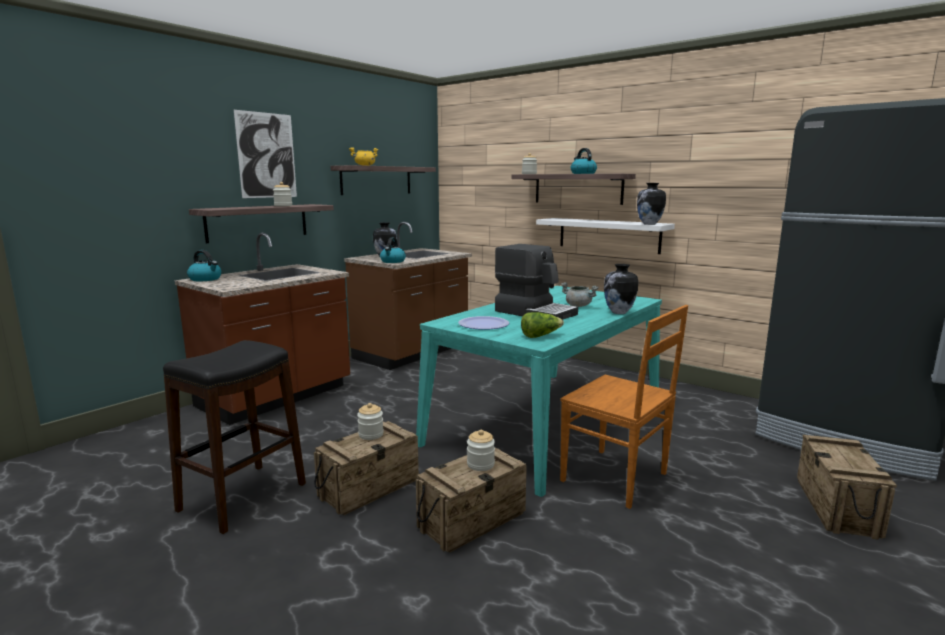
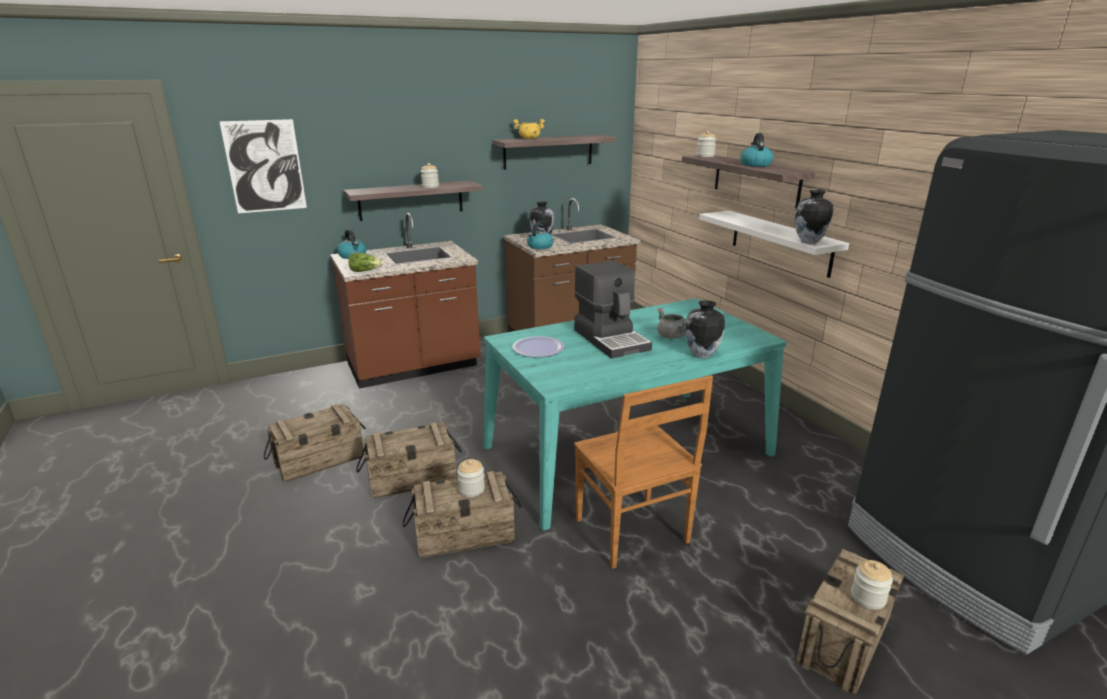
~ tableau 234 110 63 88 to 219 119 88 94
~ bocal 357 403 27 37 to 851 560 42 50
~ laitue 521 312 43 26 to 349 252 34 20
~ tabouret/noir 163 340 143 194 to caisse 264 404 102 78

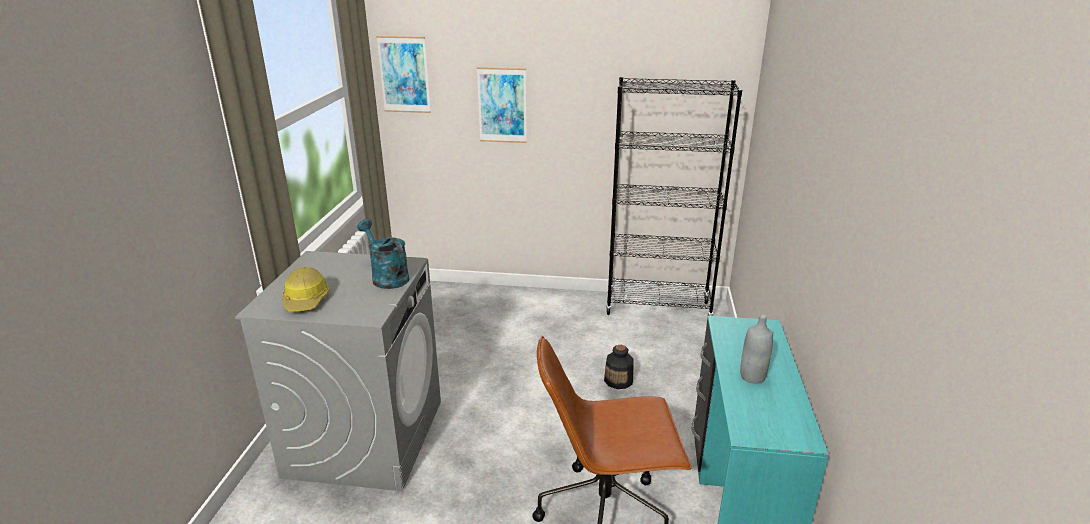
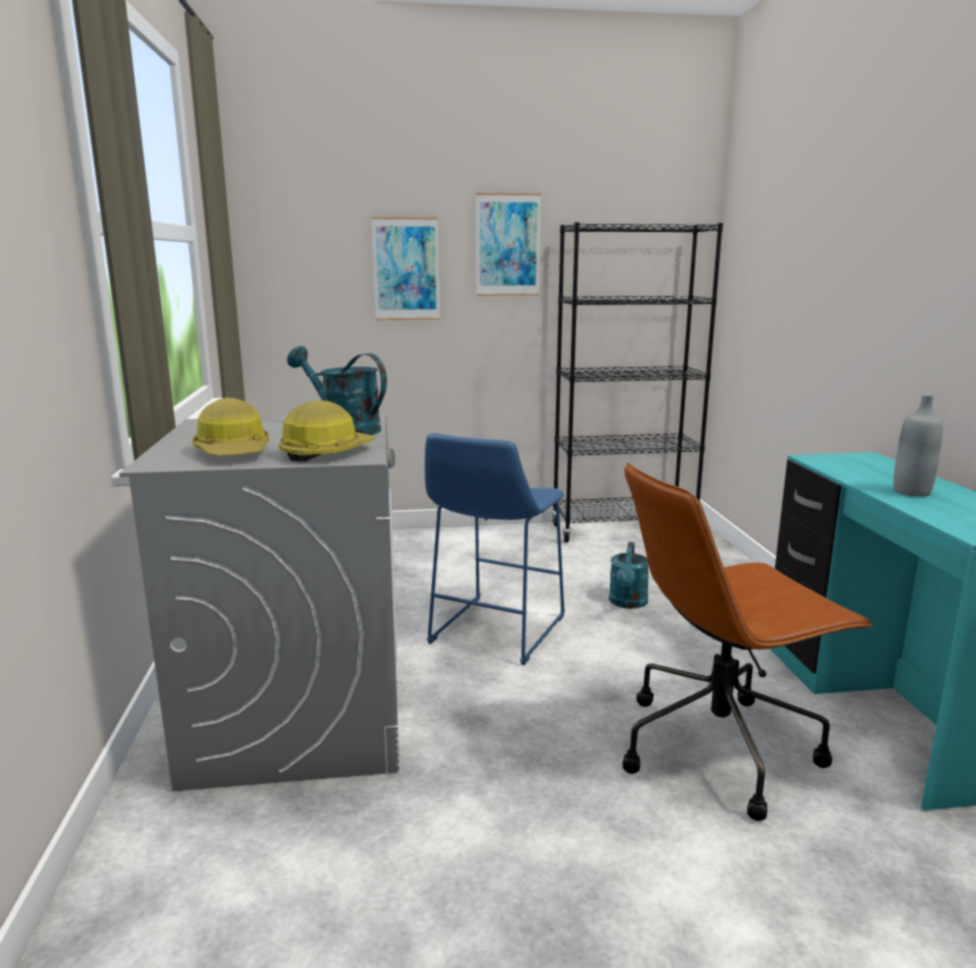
+ casque de chantier 279 400 96 62
+ tabouret/bleu 425 433 140 232
~ tableau 376 36 55 77 to 476 193 65 103
~ bouteille 604 345 29 44 to arrosoir/turquoise 609 542 40 67

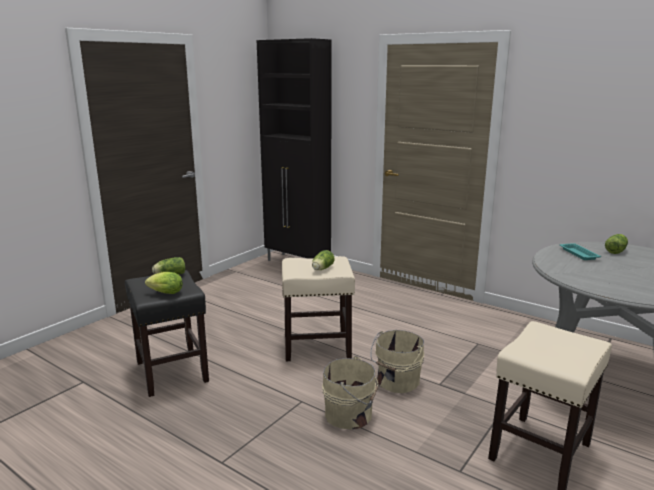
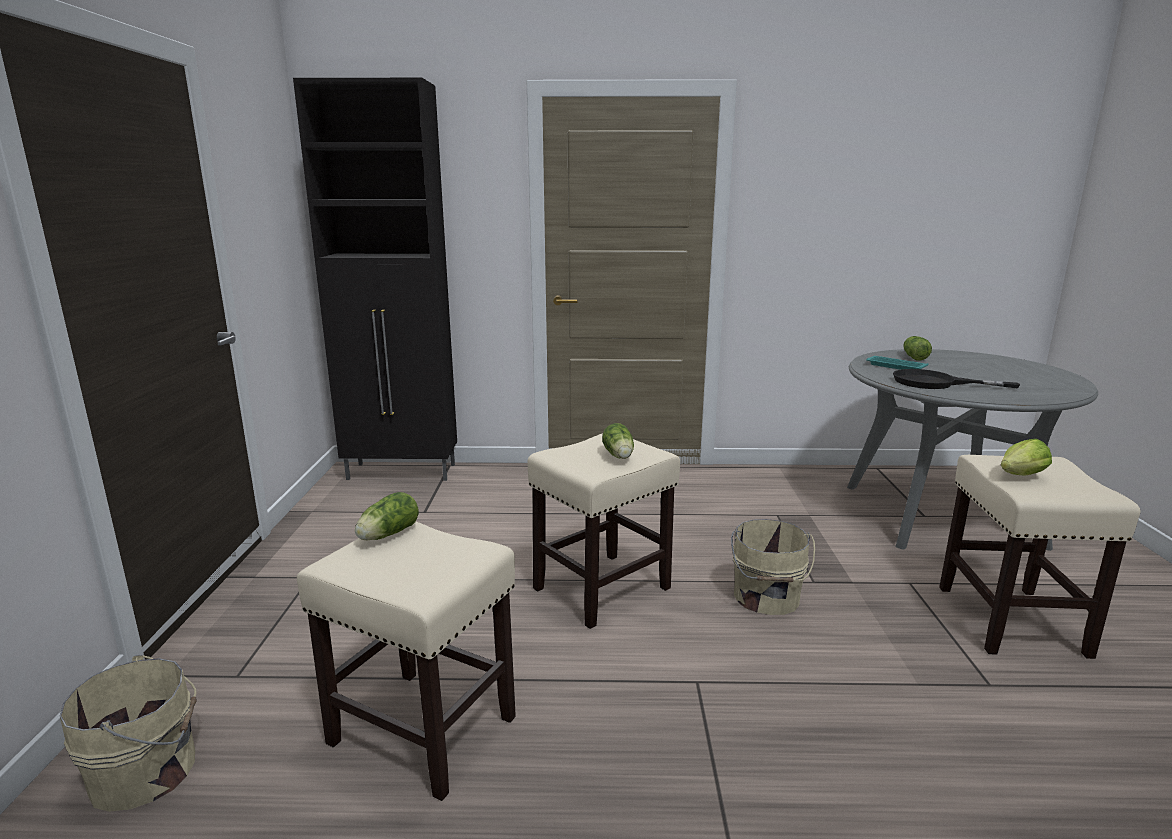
+ poêle/noir 893 369 127 20
~ laitue 145 272 38 22 to 1001 439 51 37
~ seau/beige 322 356 56 73 to 60 655 137 157
~ tabouret/noir 125 270 84 127 to tabouret/beige 297 522 219 279

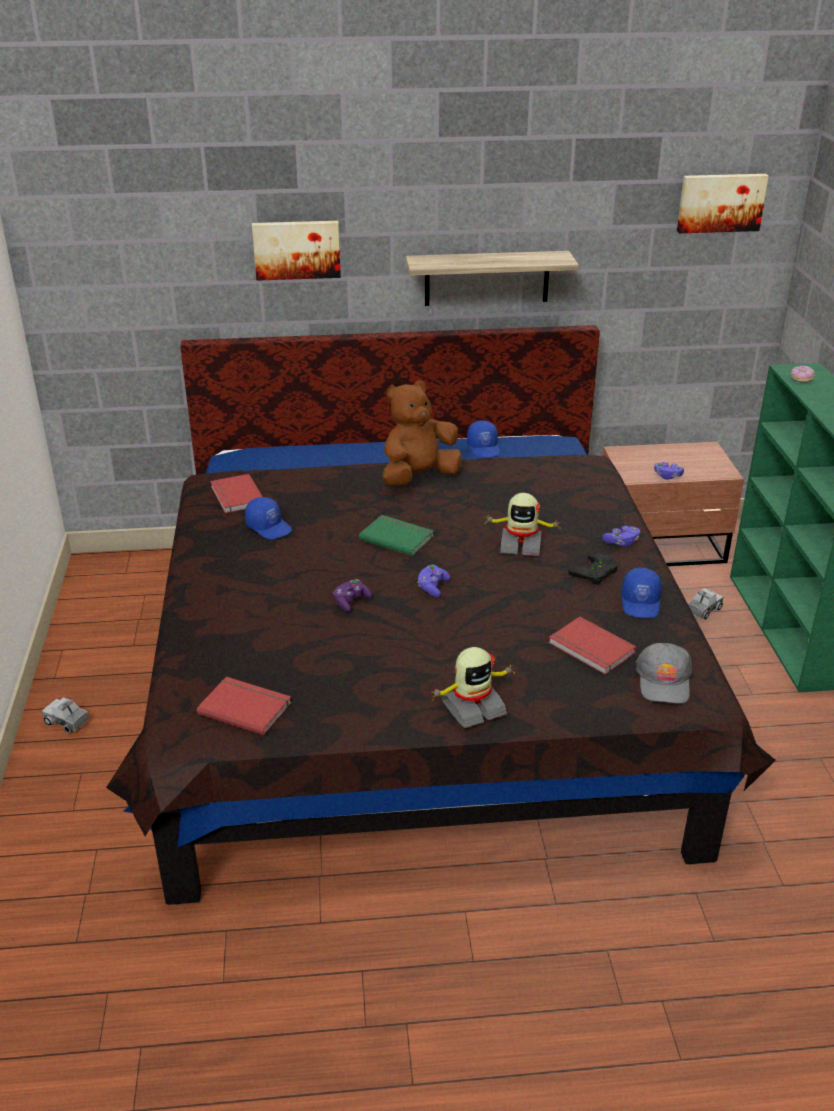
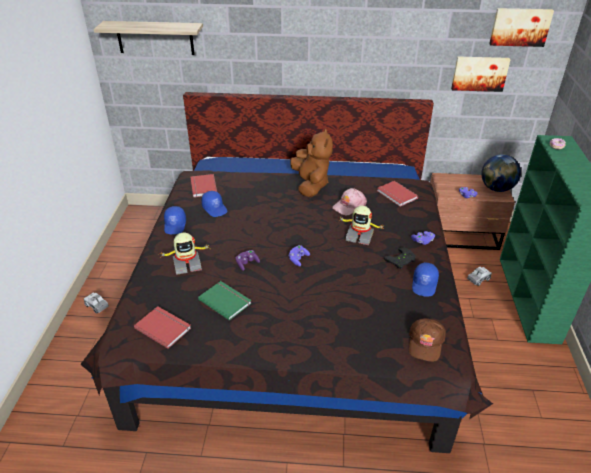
+ casquette/rose 332 188 35 27
+ globe 481 154 40 38
~ tableau 252 221 89 60 to 451 56 60 36
~ livre/vert 359 515 75 41 to 198 281 53 40
~ étagère 406 251 173 55 to 93 21 110 34
~ robot jouet 429 647 86 81 to 161 232 49 43
~ casquette/bleu 467 420 33 37 to 164 206 22 28
~ livre/rouge 548 617 89 57 to 377 181 41 25
~ casquette/gris 636 643 56 61 to casquette/marron 409 318 37 44
~ peluche/marron 382 380 80 106 = 290 129 43 68 105 degrees clockwise

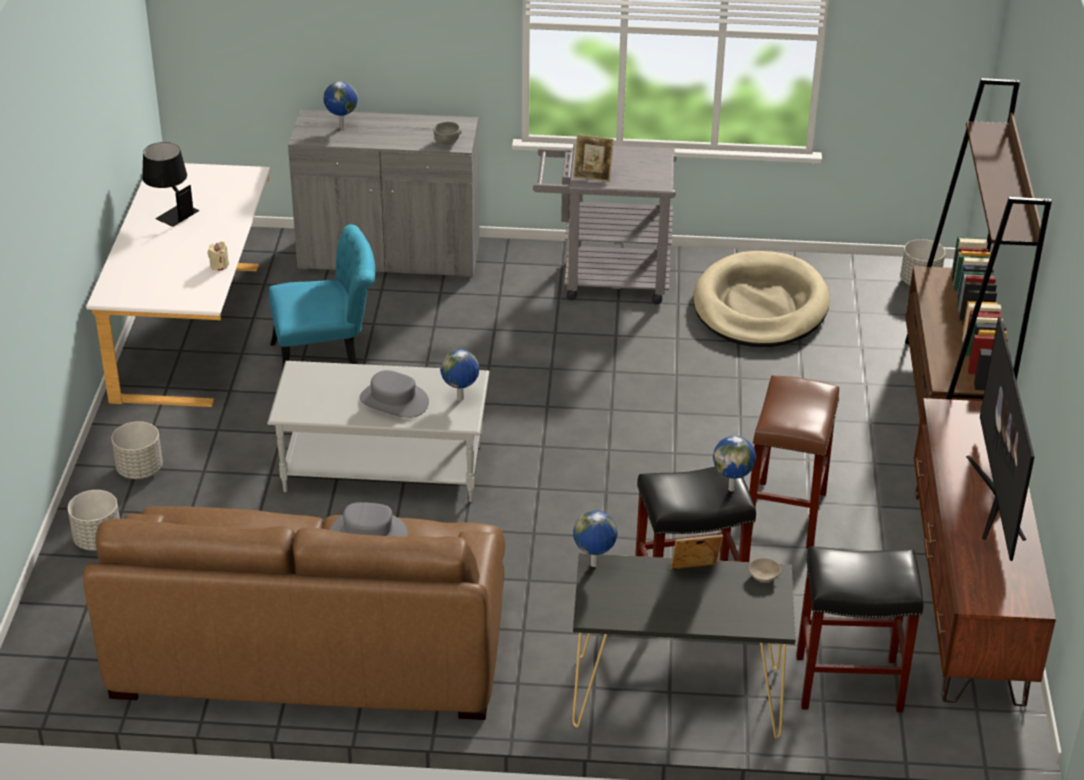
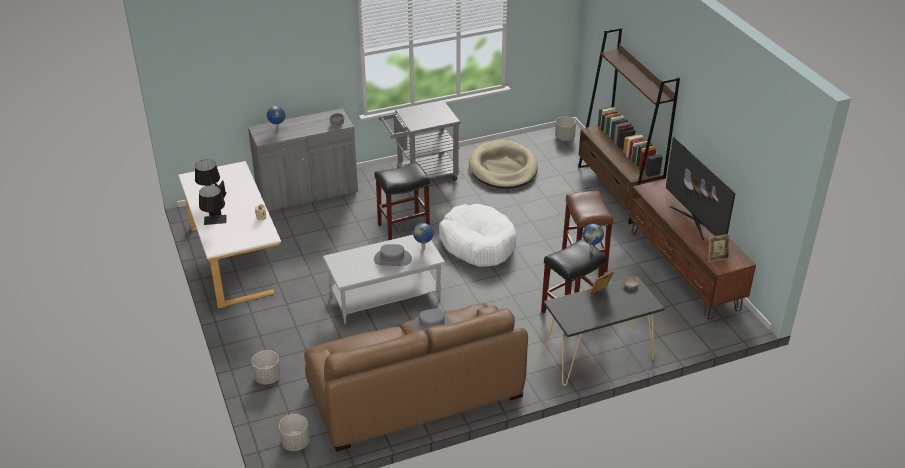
- chaise/turquoise 269 224 106 147
- globe 573 510 44 57
+ lampe de table/noir 199 185 28 40
+ panier pour chien/blanc 439 204 78 63
~ cache-pot/gris 111 421 52 58 to 279 414 31 37
~ cadre photo 573 134 41 48 to 708 234 22 28
~ tabouret/noir 796 546 128 166 to 375 162 55 78

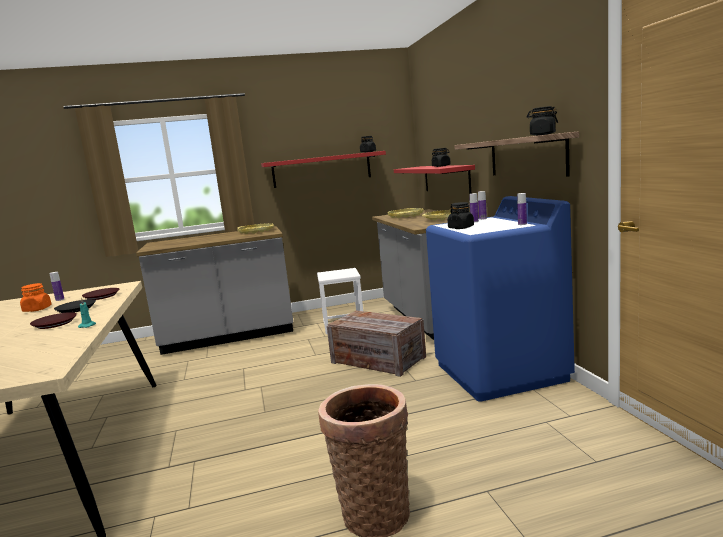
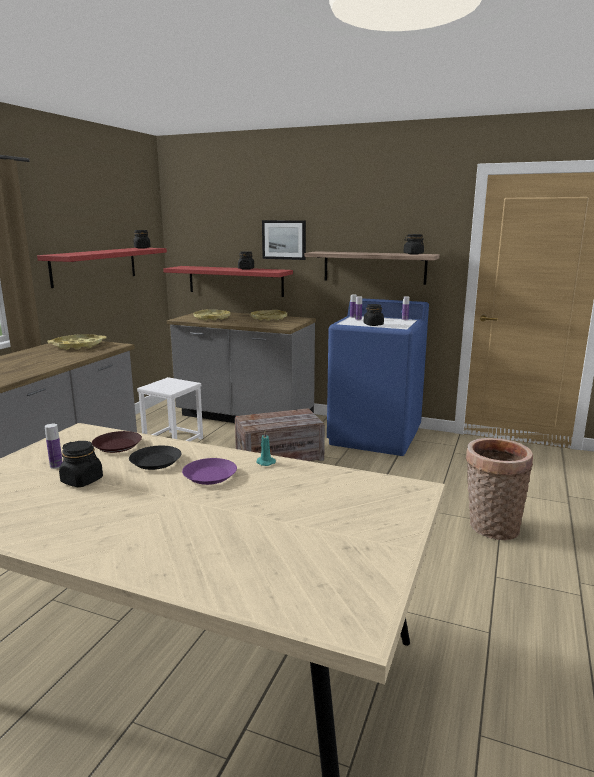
+ tableau 262 220 44 40
~ bocal/orange 20 283 31 29 to bocal/noir 59 441 44 46
~ assiette/marron 30 312 47 17 to assiette/violet 182 458 55 27

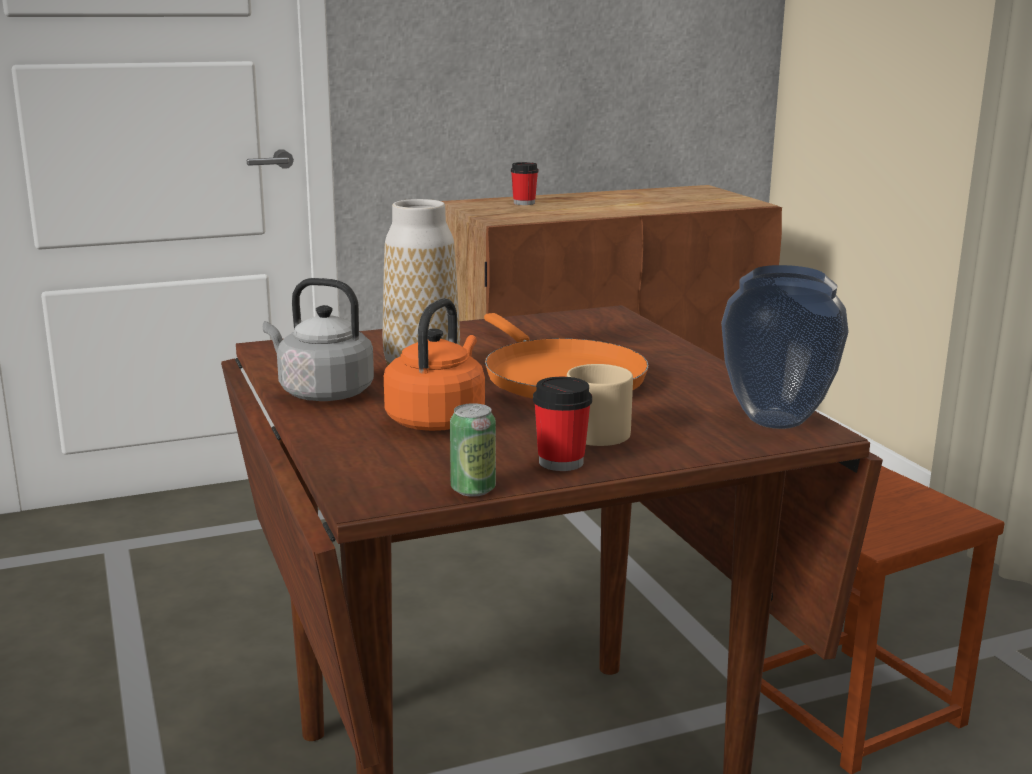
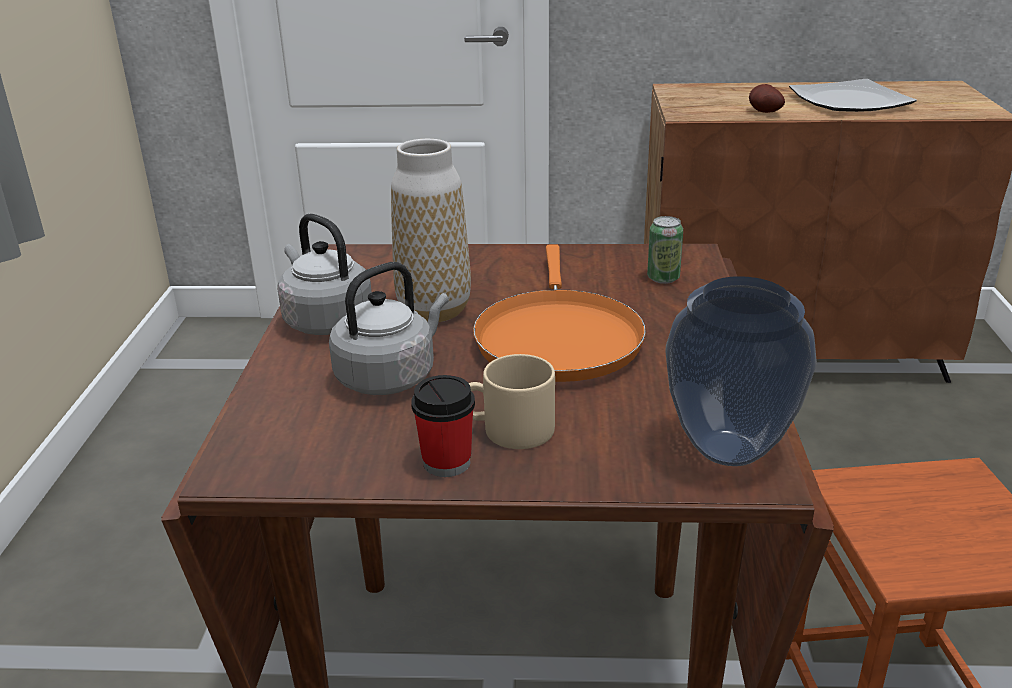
- tasse 511 162 28 43
+ pomme de terre 749 84 36 29
+ assiette 789 79 128 33
~ boîte métallique 450 403 46 94 to 647 216 36 68
~ bouilloire/orange 384 298 101 133 to bouilloire/gris 329 262 120 133

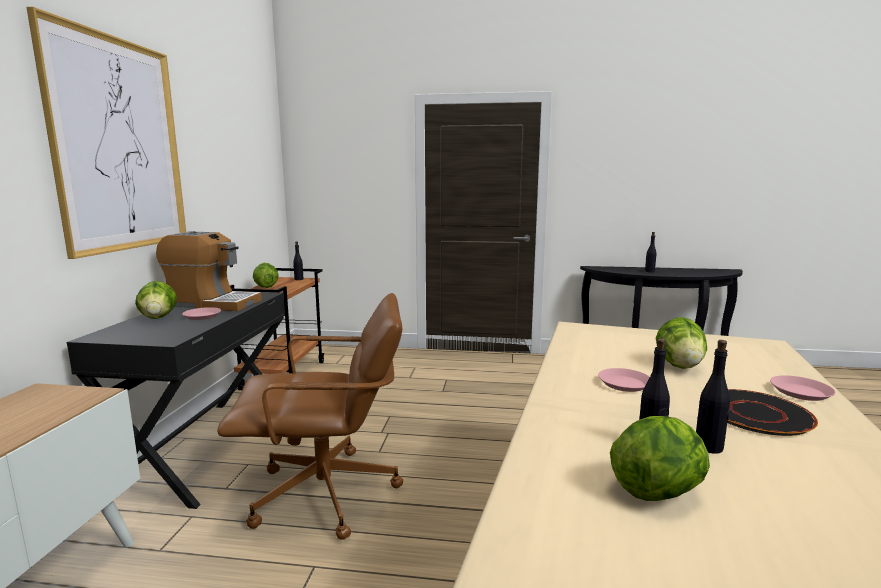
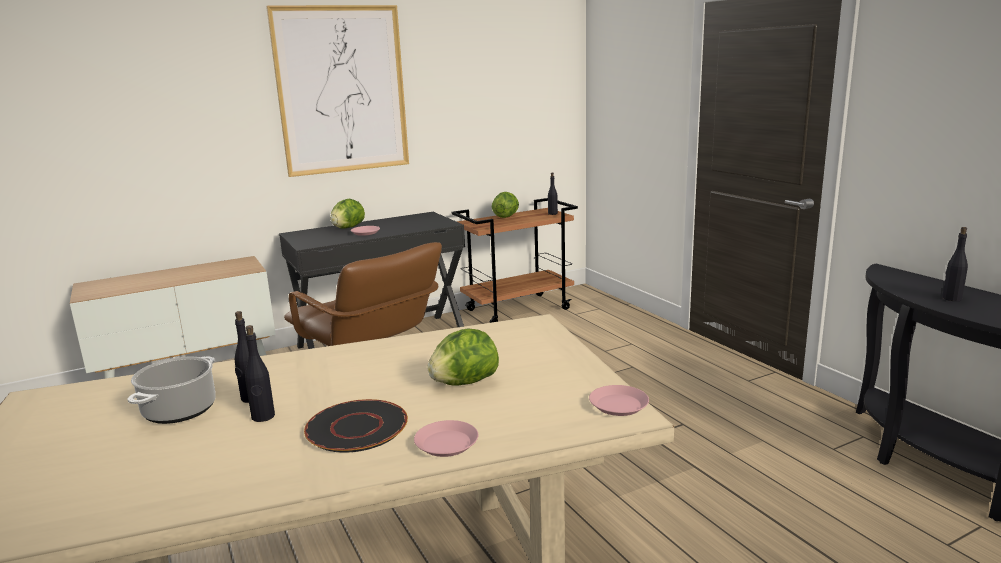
- machine à café 156 231 106 80
~ assiette/rose 598 368 52 24 to 589 385 60 31
~ laitue 610 416 100 85 to marmite 127 357 89 67

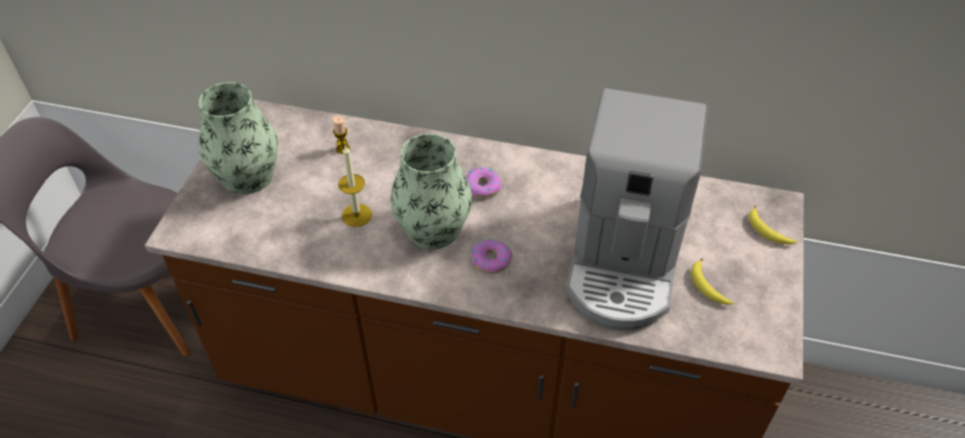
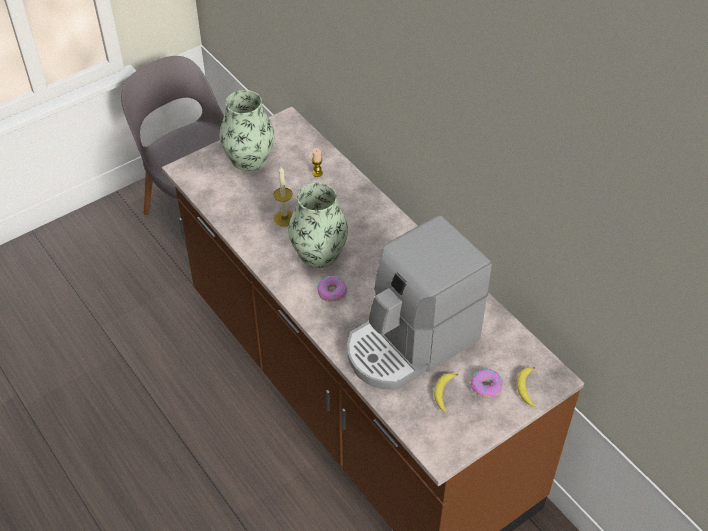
~ beignet 466 167 36 32 to 471 368 32 30

